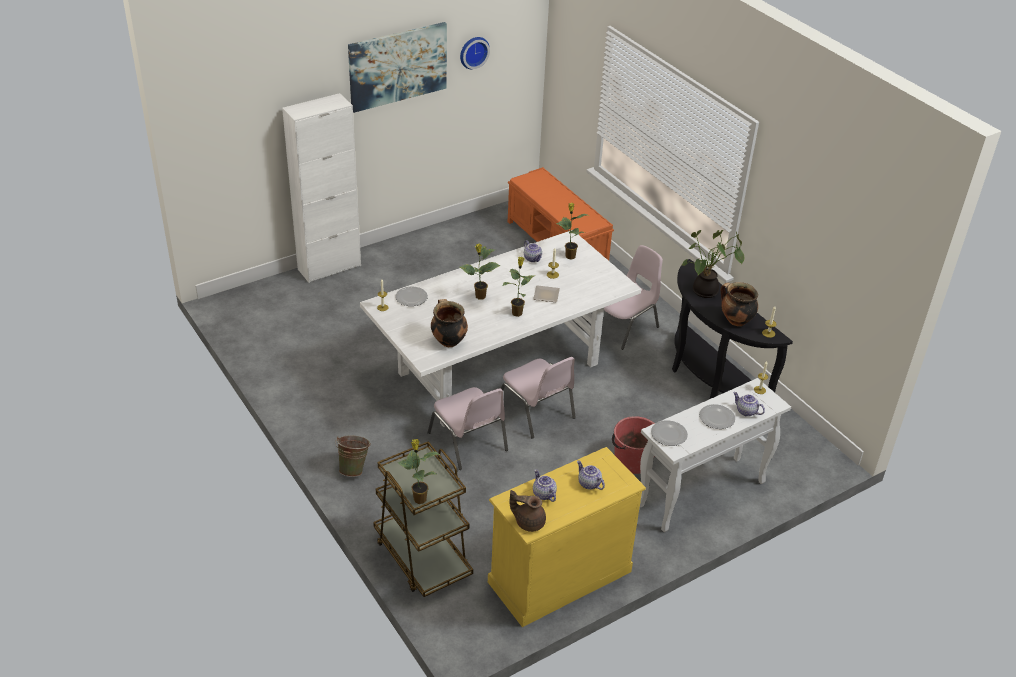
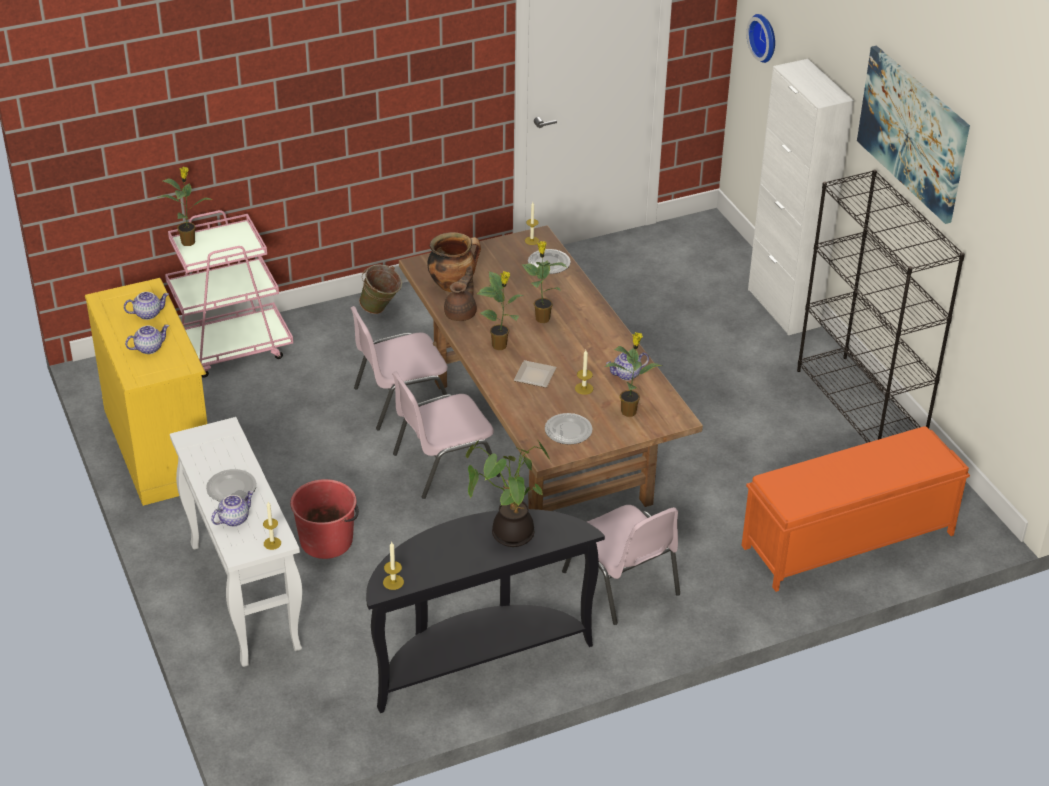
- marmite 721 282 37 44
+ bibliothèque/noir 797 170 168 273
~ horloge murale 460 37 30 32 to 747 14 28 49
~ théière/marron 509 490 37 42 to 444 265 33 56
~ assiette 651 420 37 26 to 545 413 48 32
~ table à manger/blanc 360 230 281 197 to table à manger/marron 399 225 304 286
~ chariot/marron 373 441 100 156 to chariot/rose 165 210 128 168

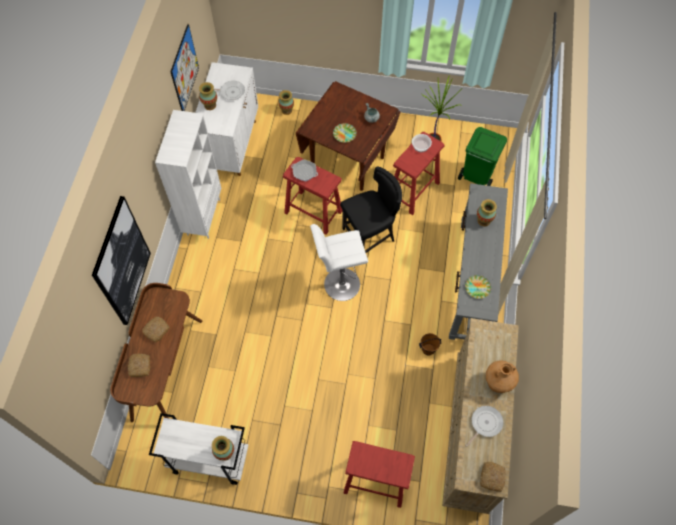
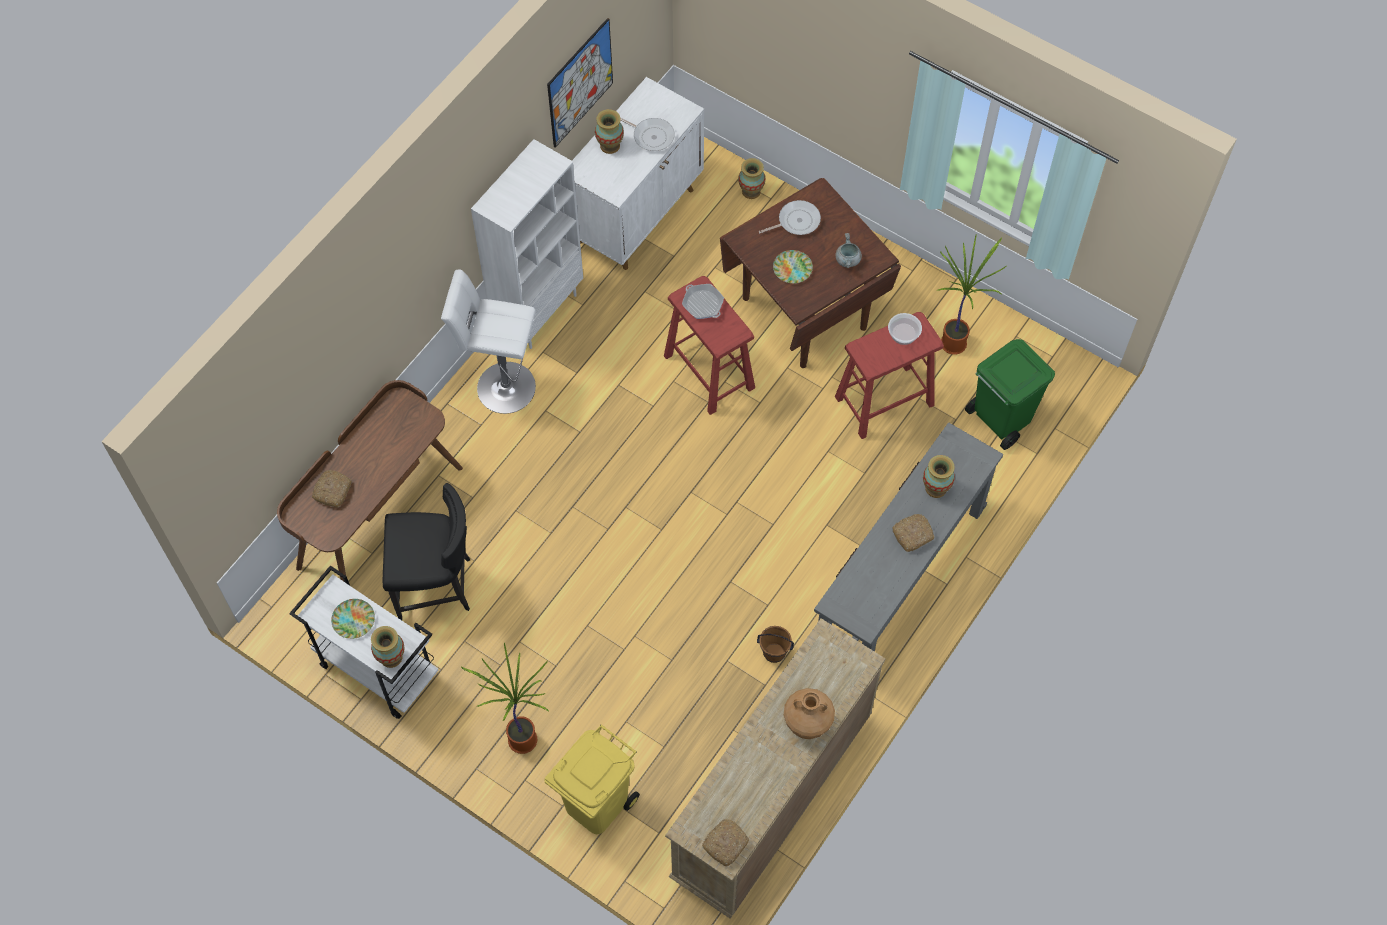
- tableau 92 196 59 129
+ plante en pot 460 643 89 111
~ pain 142 317 28 26 to 892 514 43 38
~ tabouret/blanc 310 224 58 77 to 441 269 95 145
~ chaise/noir 340 166 62 87 to 383 483 87 137
~ assiette 465 275 26 24 to 331 599 44 40
~ poêle 466 406 37 41 to 759 200 62 35
~ tabouret/rouge 343 441 72 67 to poubelle/jaune 544 725 96 109

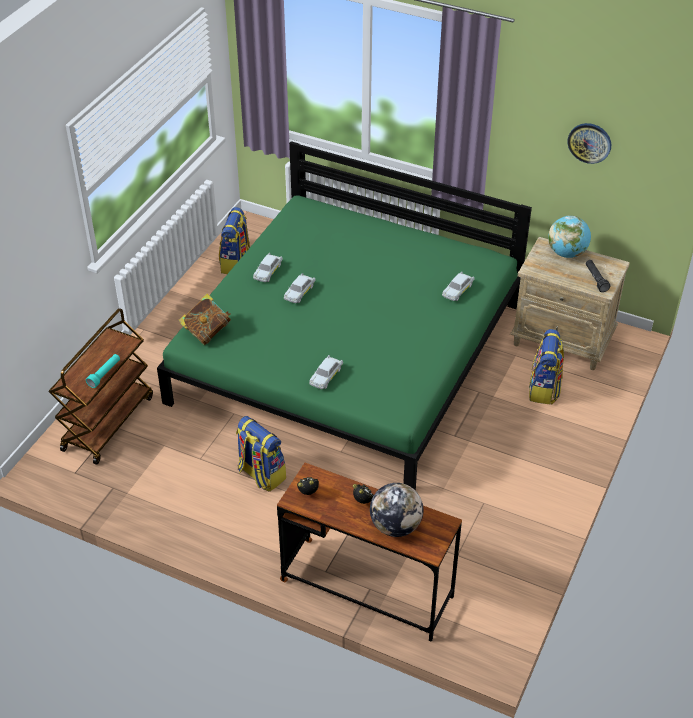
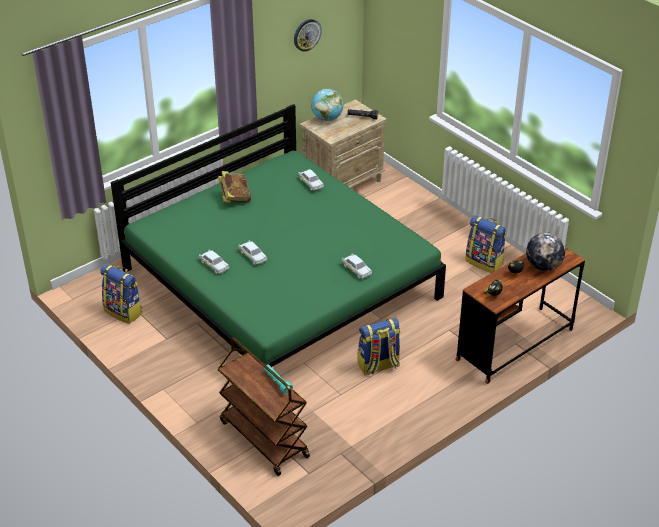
~ livre 178 293 53 52 to 218 171 33 32
~ sac à dos 529 329 35 76 to 465 215 41 58

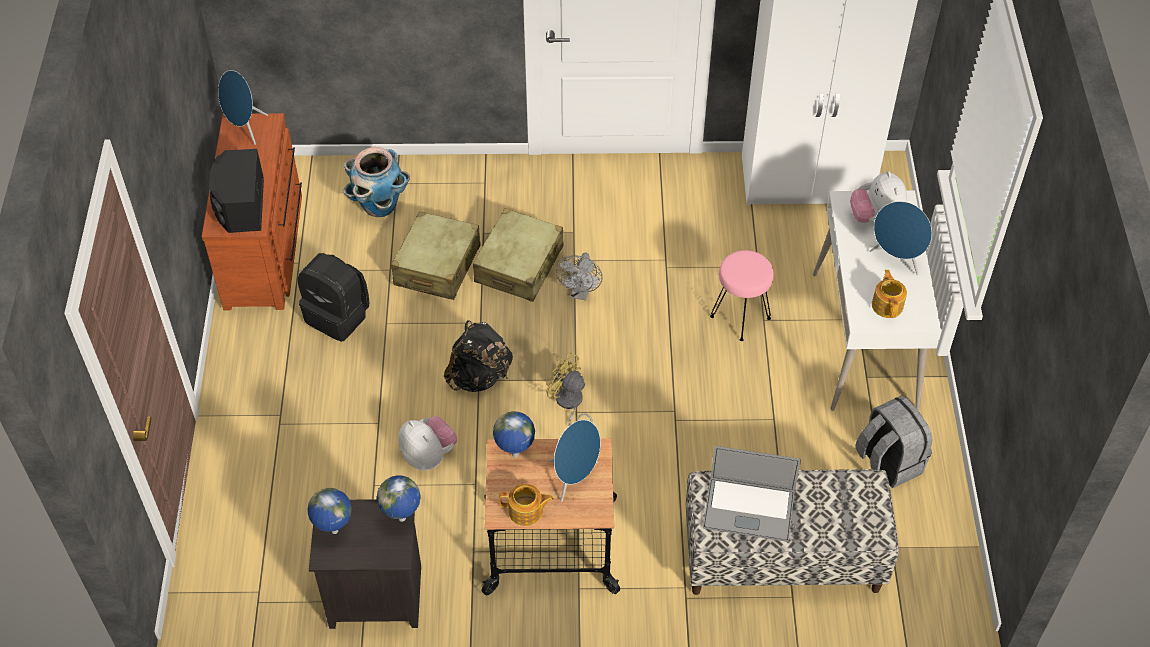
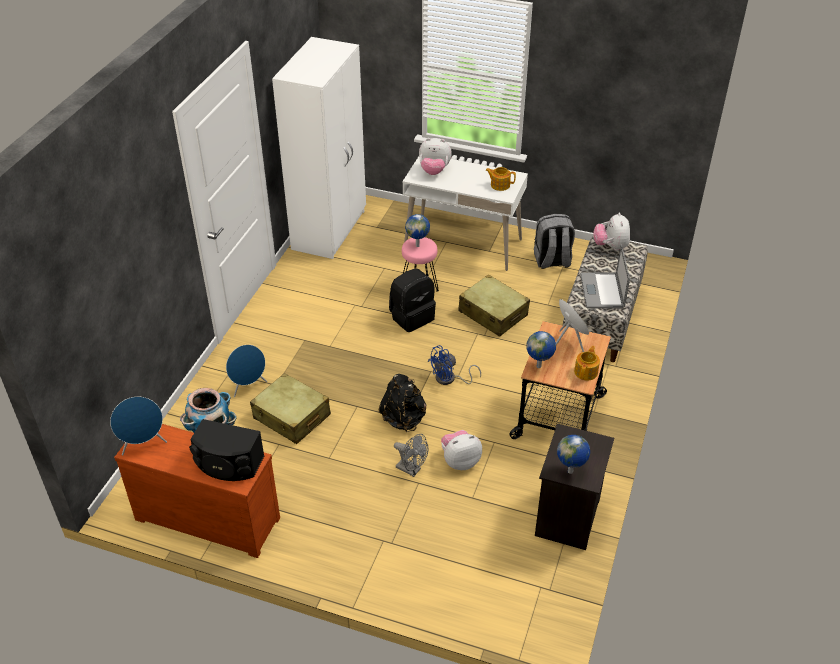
+ peluche 593 212 37 39
~ sac à dos/noir 298 253 71 89 to 389 268 47 64
~ globe 377 475 44 47 to 405 214 25 33
~ valise/beige 473 208 90 94 to 458 275 72 62
~ ventilateur/gris 556 253 47 47 to 394 434 34 43
~ enceinte/bleu 870 201 62 74 to 226 345 41 52
~ ventilateur/jaune 546 352 47 74 to ventilateur/bleu 428 345 53 40
~ ordinateur portable 703 446 98 96 = 580 244 50 65 150 degrees clockwise

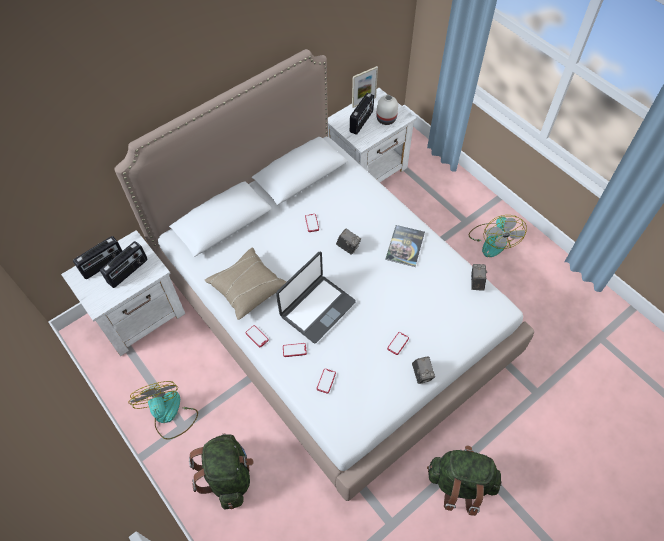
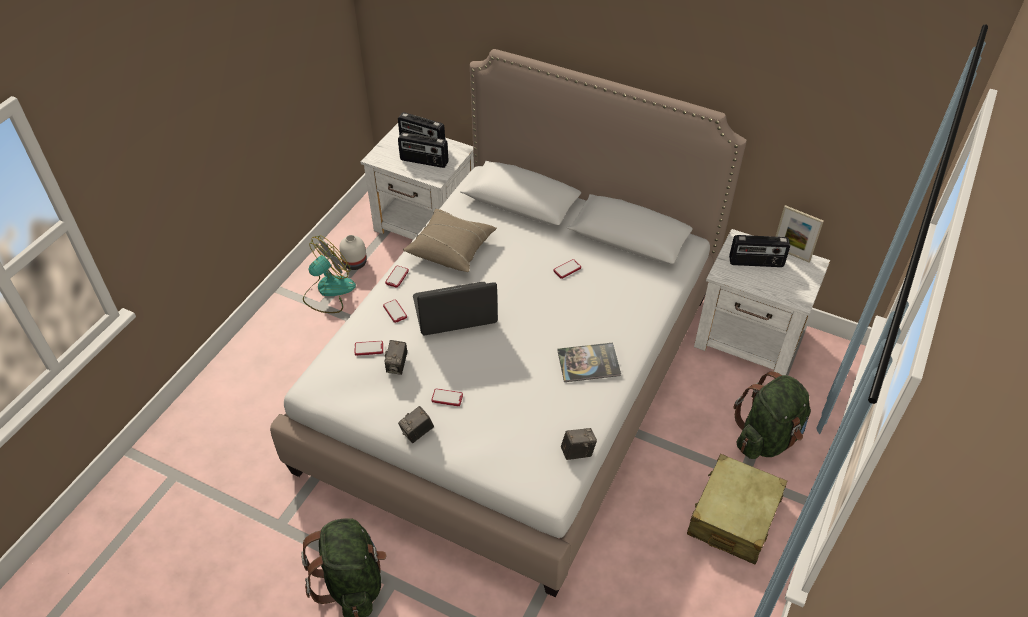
~ sac à dos/vert 189 433 65 77 to 733 371 78 88
~ appareil photo 336 228 25 27 to 384 340 23 35
~ vase/blanc 376 95 22 30 to 339 235 28 35
~ ventilateur 469 215 58 42 to valise/beige 687 454 100 110
~ ordinateur portable 276 251 80 92 = 413 282 85 54 150 degrees clockwise

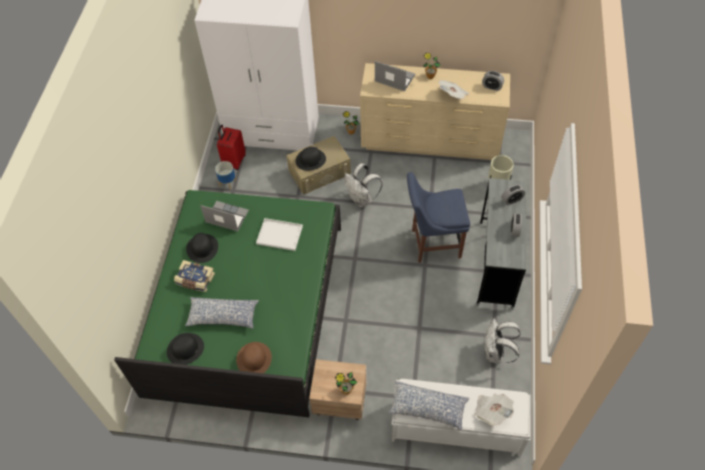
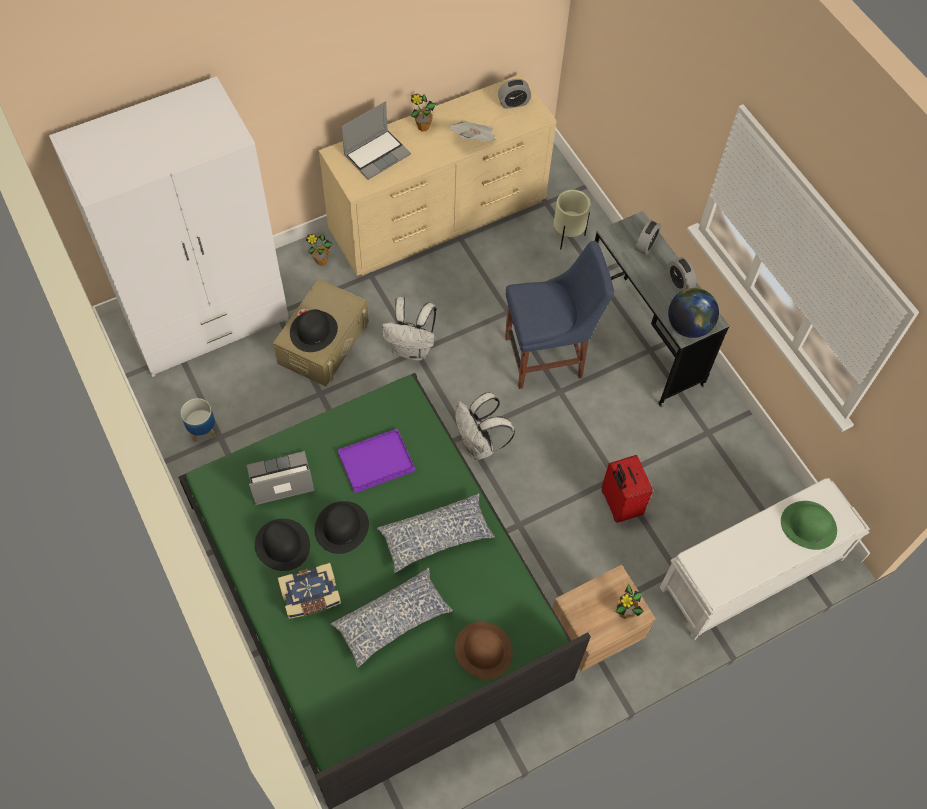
+ globe 668 288 51 50
~ chapeau/noir 167 333 37 32 to 315 501 54 53
~ valise/rouge 217 125 29 45 to 602 455 51 68
~ coussin 389 381 81 49 to 376 493 119 80
~ sac à dos/blanc 484 318 37 45 to 455 392 60 68
~ journal 474 394 40 31 to chapeau/vert 781 501 56 49
~ plateau/blanc 256 218 47 33 to plateau/violet 337 428 79 65
~ ordinateur portable 374 61 41 30 = 341 101 70 79 150 degrees clockwise
~ chaise/bleu 407 172 63 91 = 505 241 109 148 150 degrees counterclockwise

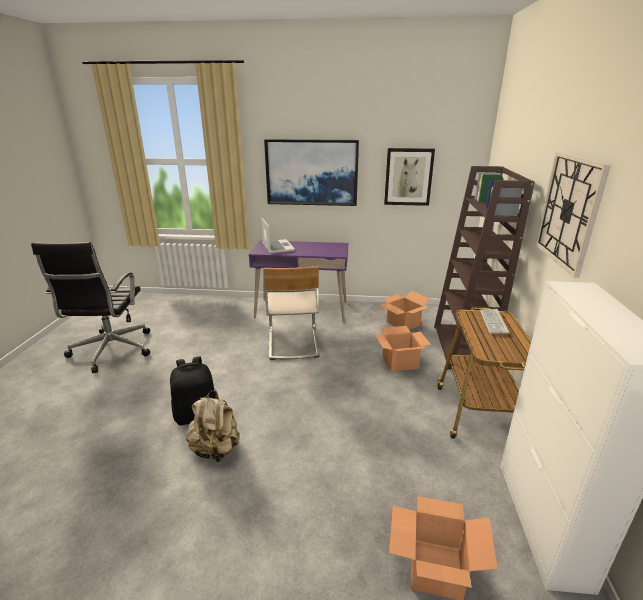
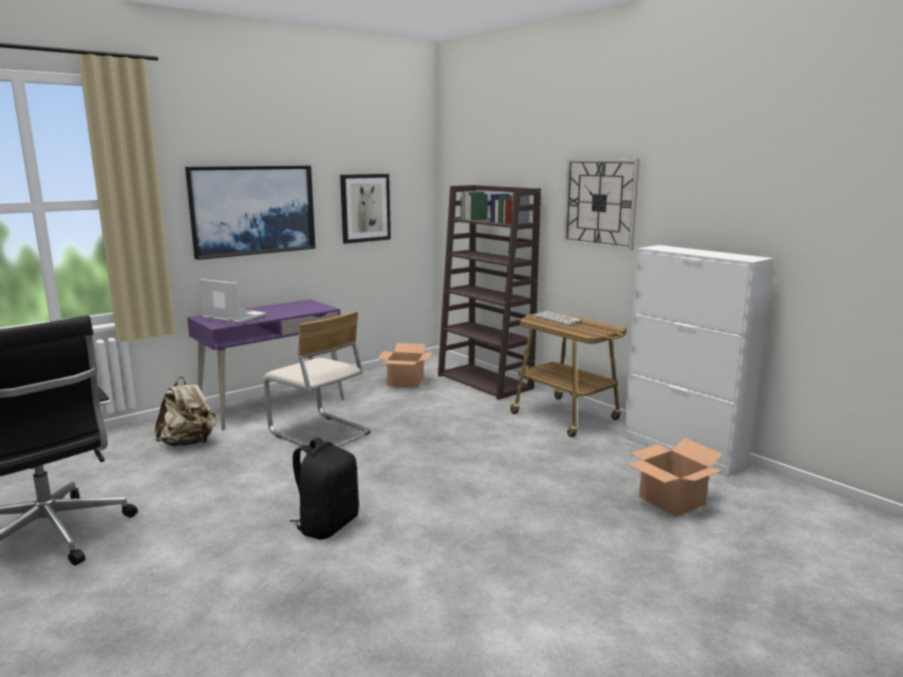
- carton 375 326 56 46
~ sac à dos/beige 186 390 54 72 to 155 377 61 70

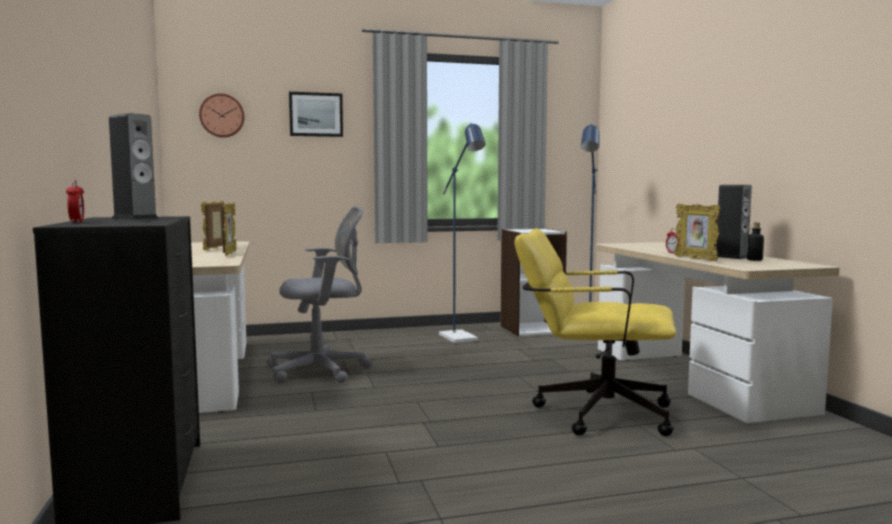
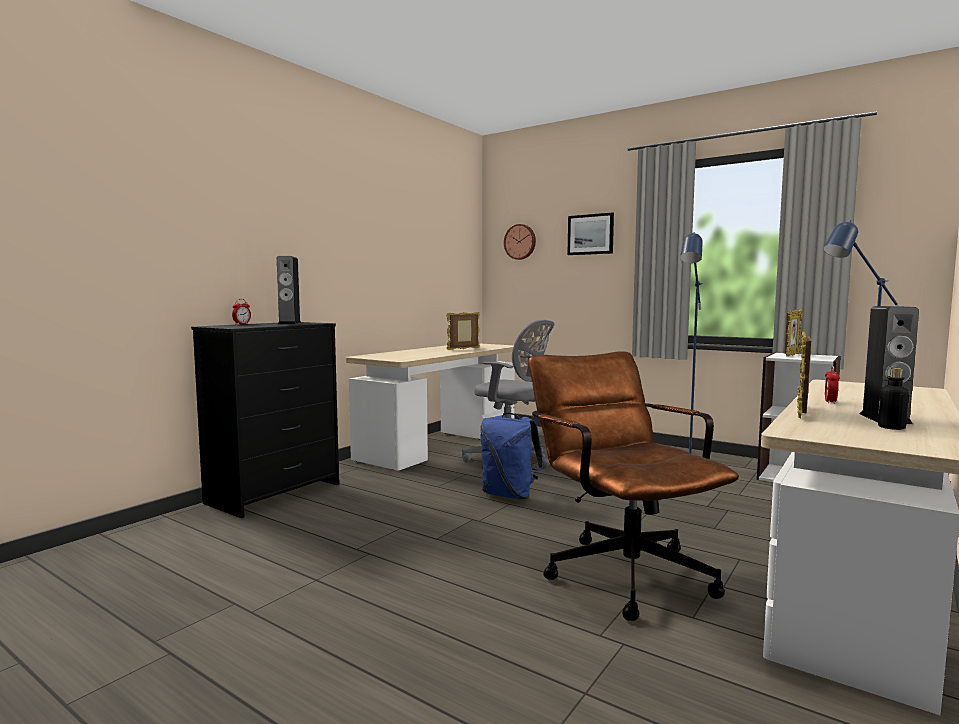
+ sac à dos/bleu 480 413 64 86
~ cadre photo 221 202 16 54 to 784 310 19 47
~ chaise de bureau/jaune 514 229 162 207 to chaise de bureau/marron 528 351 211 270

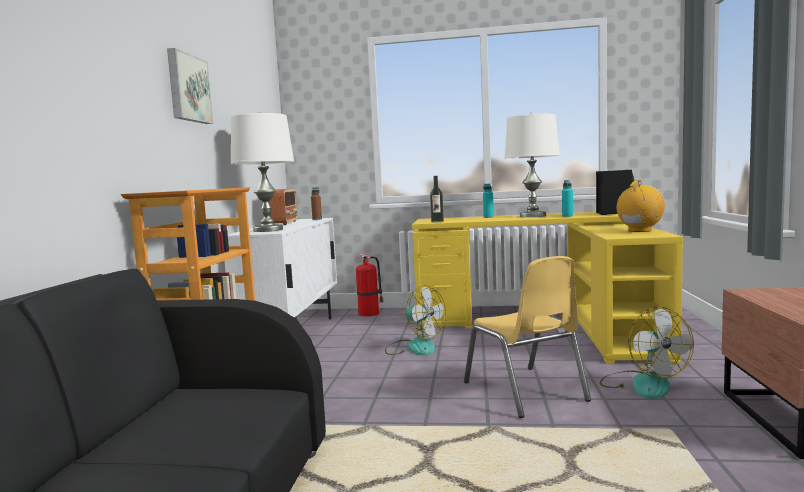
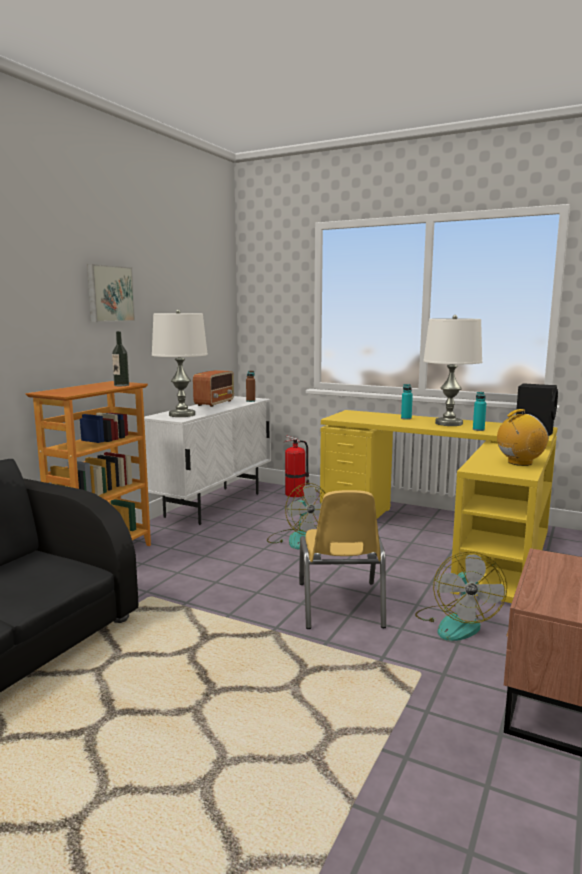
~ bouteille 430 176 14 47 to 112 331 17 55

